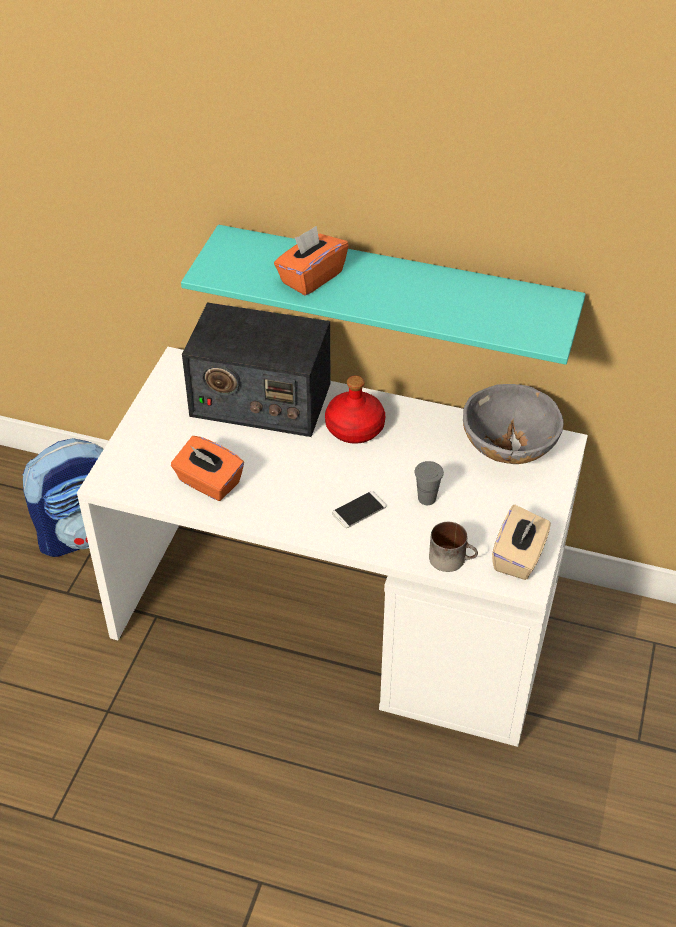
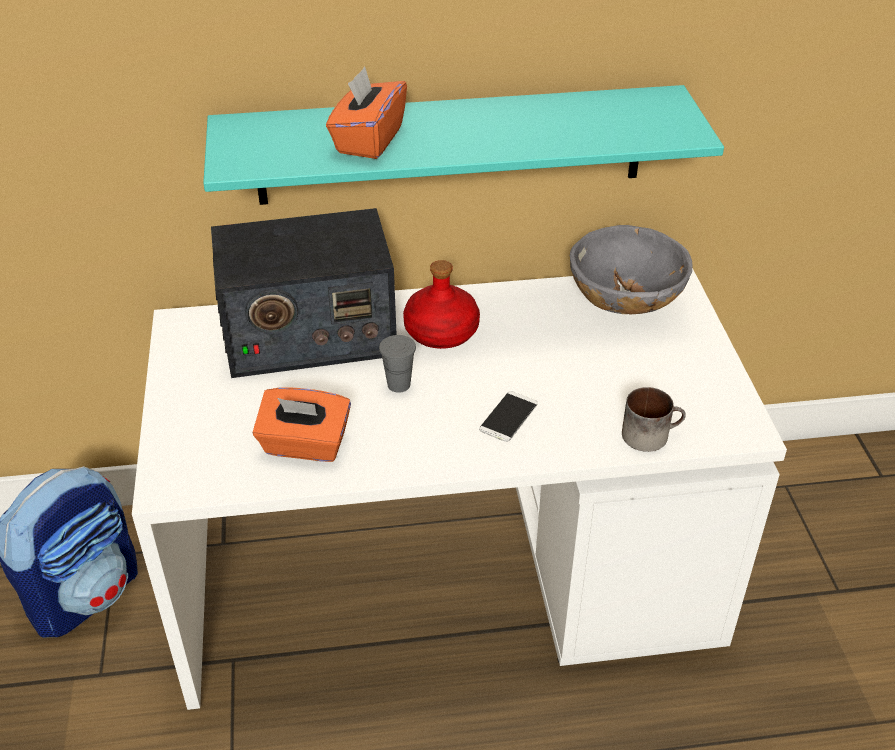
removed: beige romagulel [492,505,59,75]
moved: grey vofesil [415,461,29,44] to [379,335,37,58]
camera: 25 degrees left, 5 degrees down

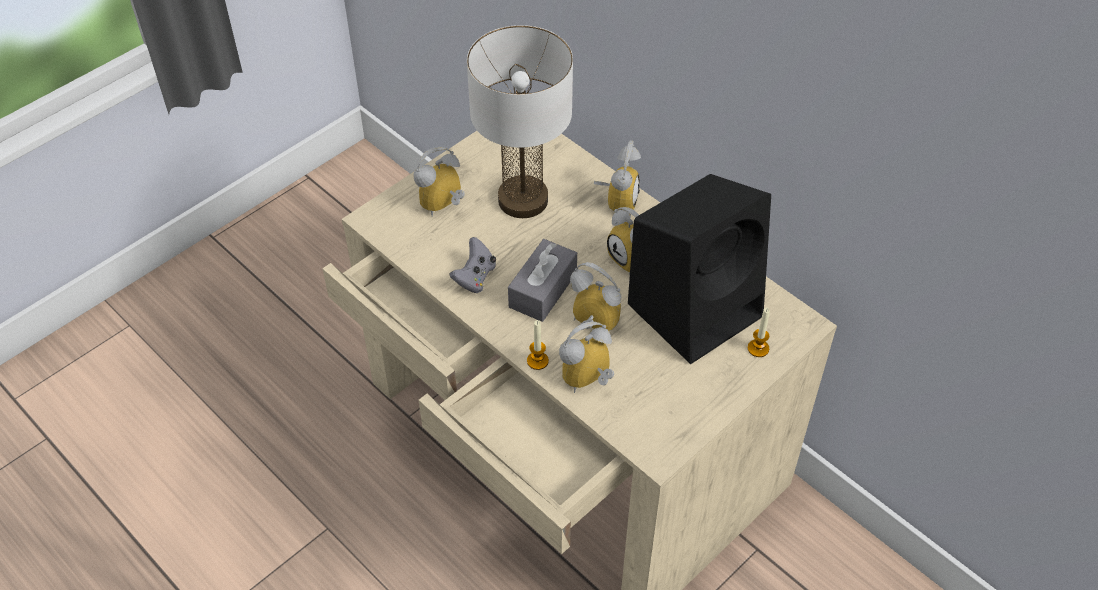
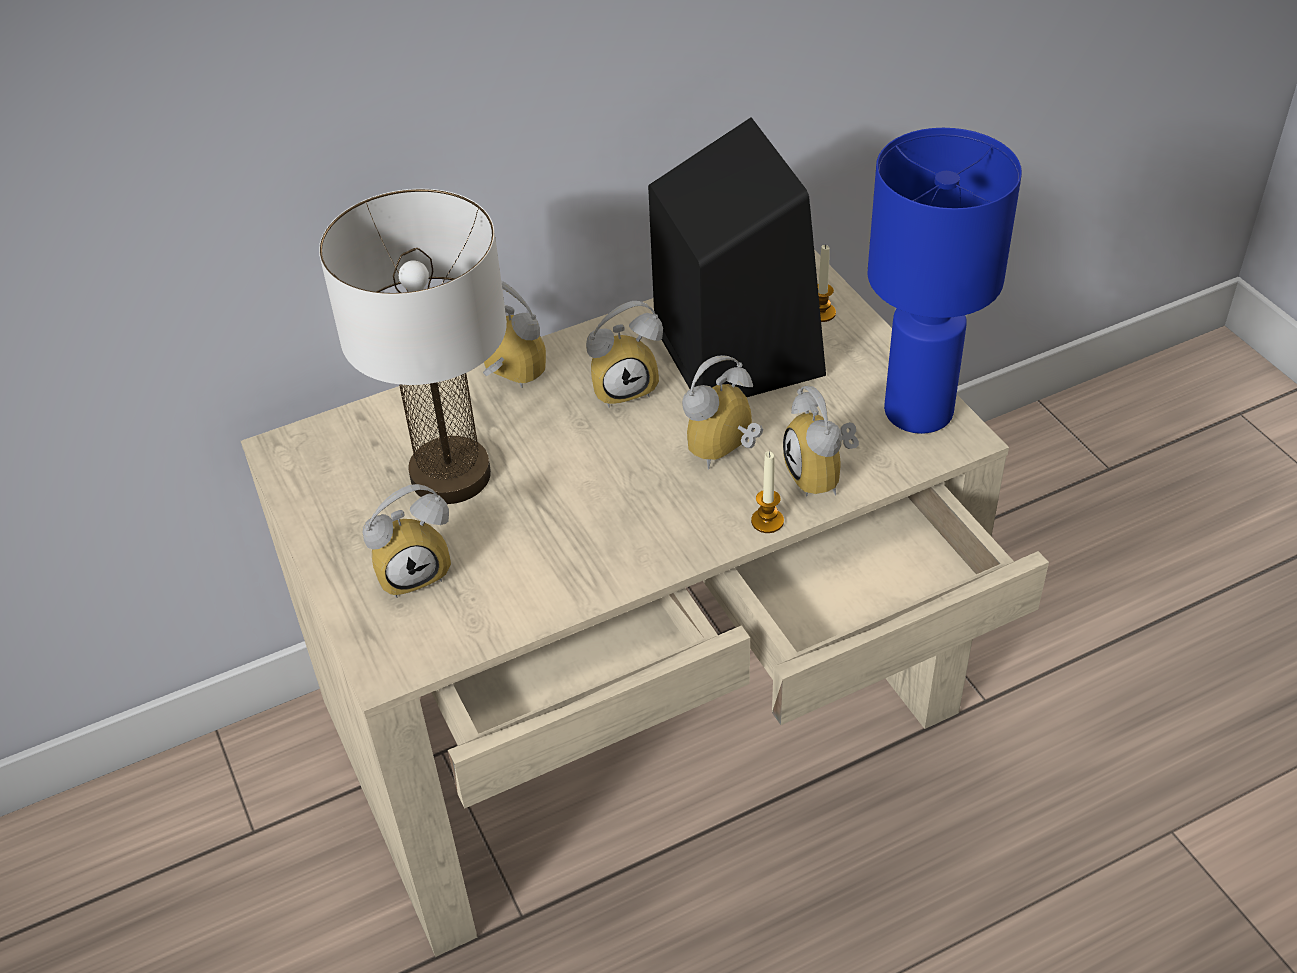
removed: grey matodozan [450,237,46,56]; grey romagulel [508,239,69,83]
added: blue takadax [867,128,155,306]
turned: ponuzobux [413,147,52,70] = [363,484,88,114] 90 degrees counterclockwise
camera: 70 degrees left, 5 degrees down

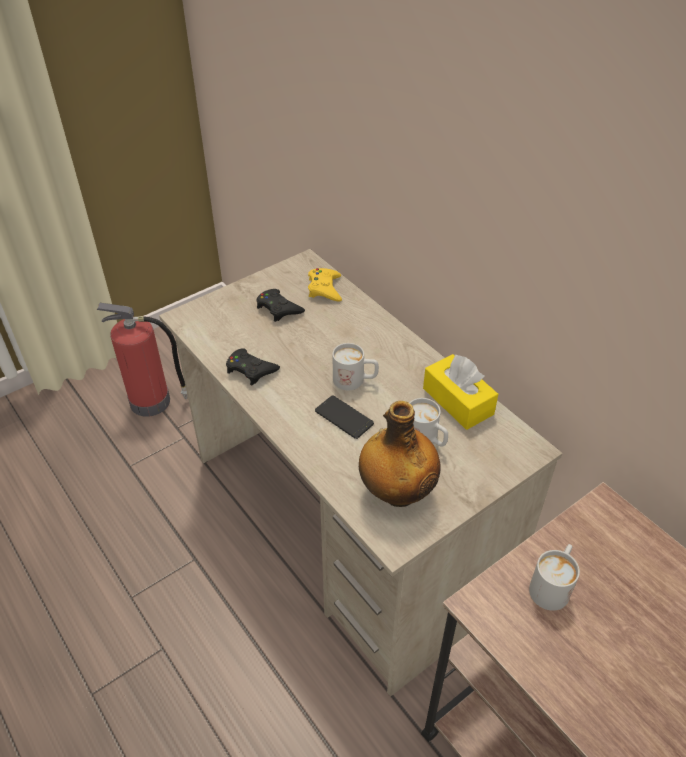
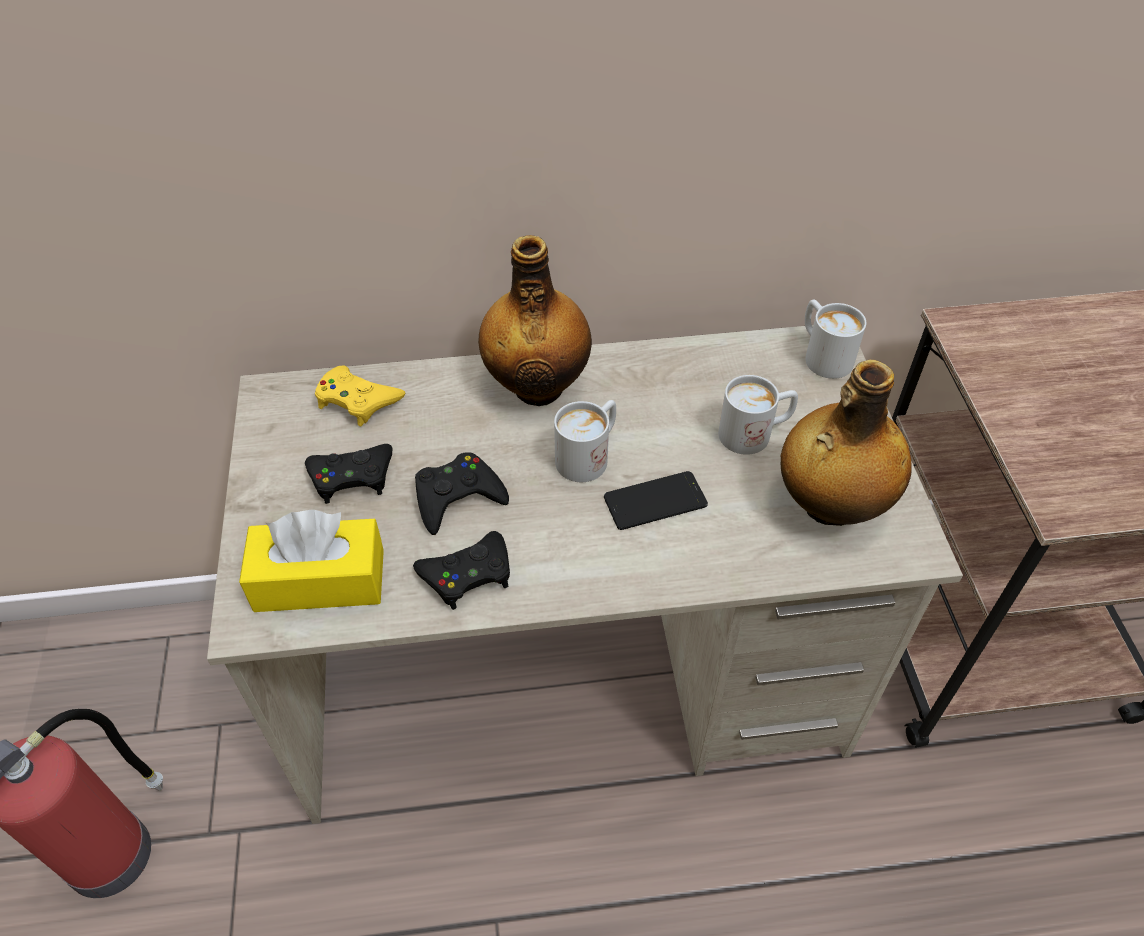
added: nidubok [478,235,114,171]; black matodozan [415,452,94,83]
moved: yellow romagulel [423,354,75,76] to [239,510,145,102]; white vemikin [529,544,51,67] to [805,300,61,79]
camera: 60 degrees left, 5 degrees up

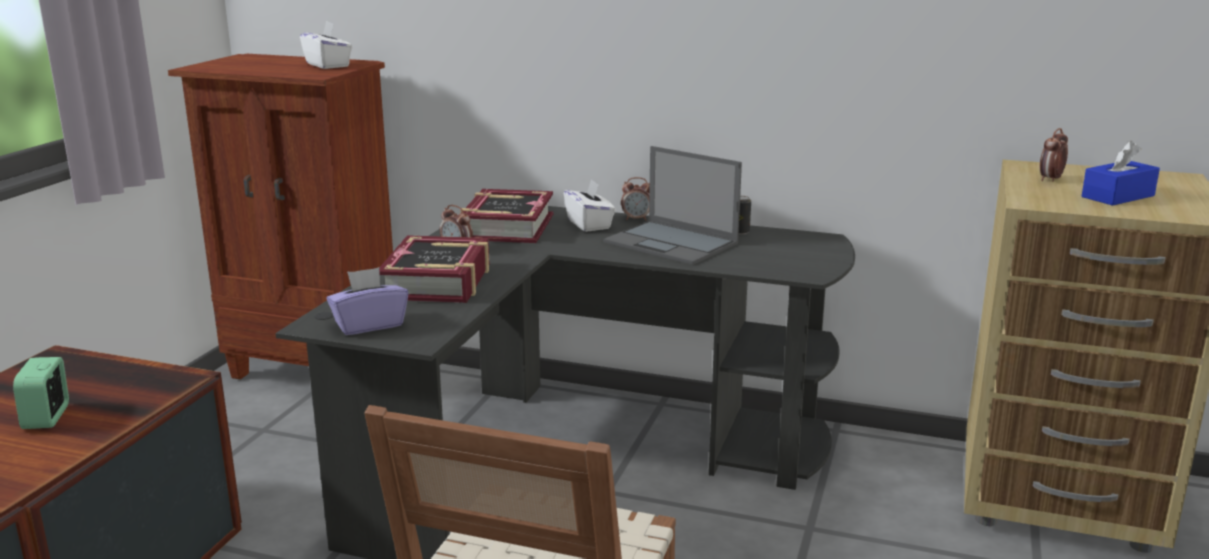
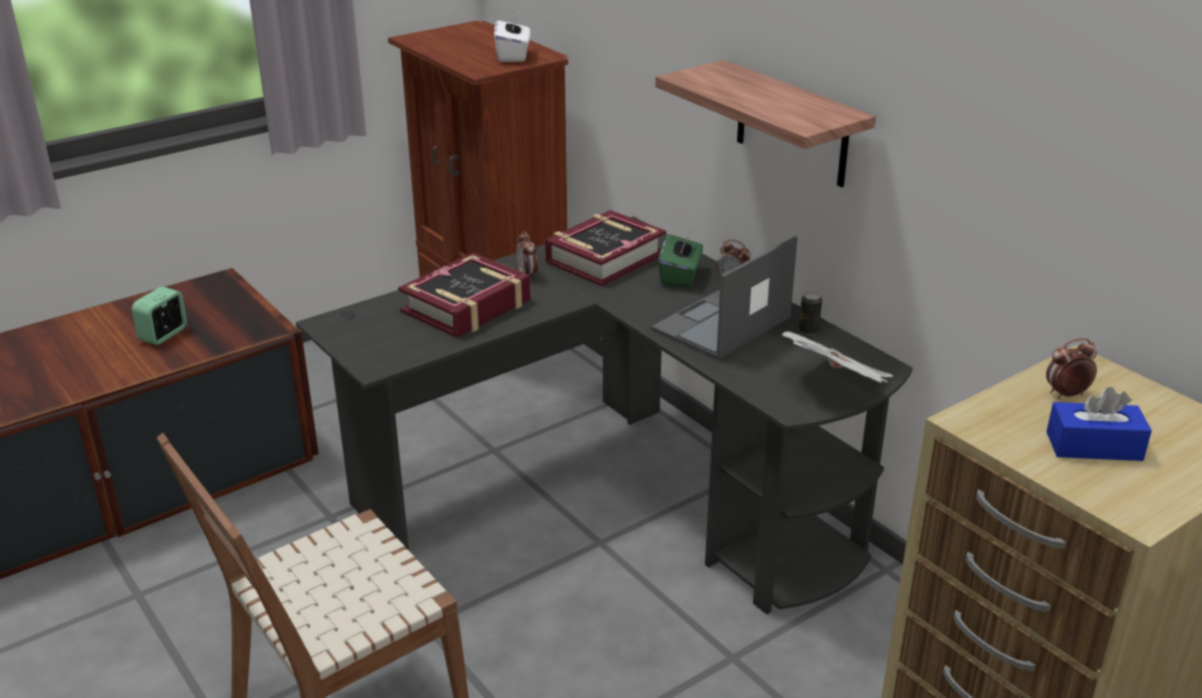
removed: purple romagulel [327,267,82,68]
added: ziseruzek [655,60,221,127]; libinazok [782,332,111,51]
recoloured: white romagulel [564,179,52,53] to green romagulel [658,231,45,56]
turned: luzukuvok [603,146,139,119] = [651,236,147,124] 60 degrees clockwise
camera: 35 degrees right, 10 degrees up

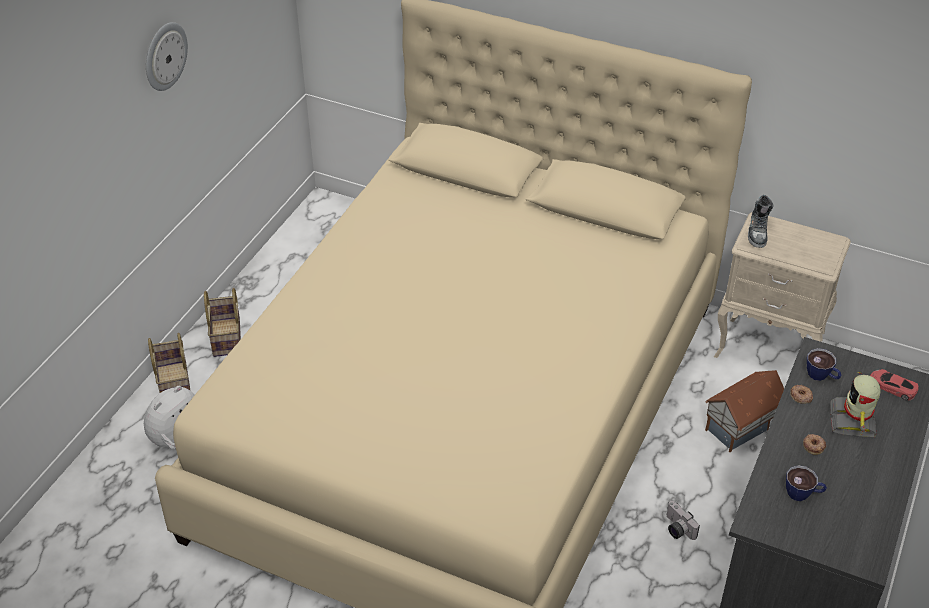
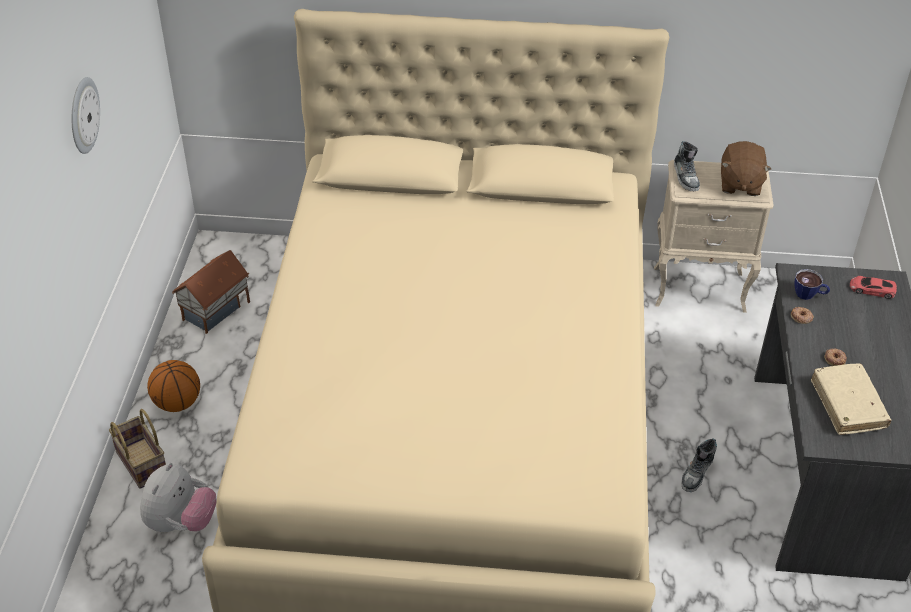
removed: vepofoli [830,372,51,66]
added: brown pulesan [721,141,50,55]
moved: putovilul [705,370,79,82] to [172,250,78,84]
replaced: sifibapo [204,288,37,69] to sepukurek [147,360,53,52]; vofesil [786,465,41,36] to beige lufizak [811,363,80,72]; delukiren [667,501,33,39] to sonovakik [681,438,36,54]
camera: 20 degrees left, 0 degrees up

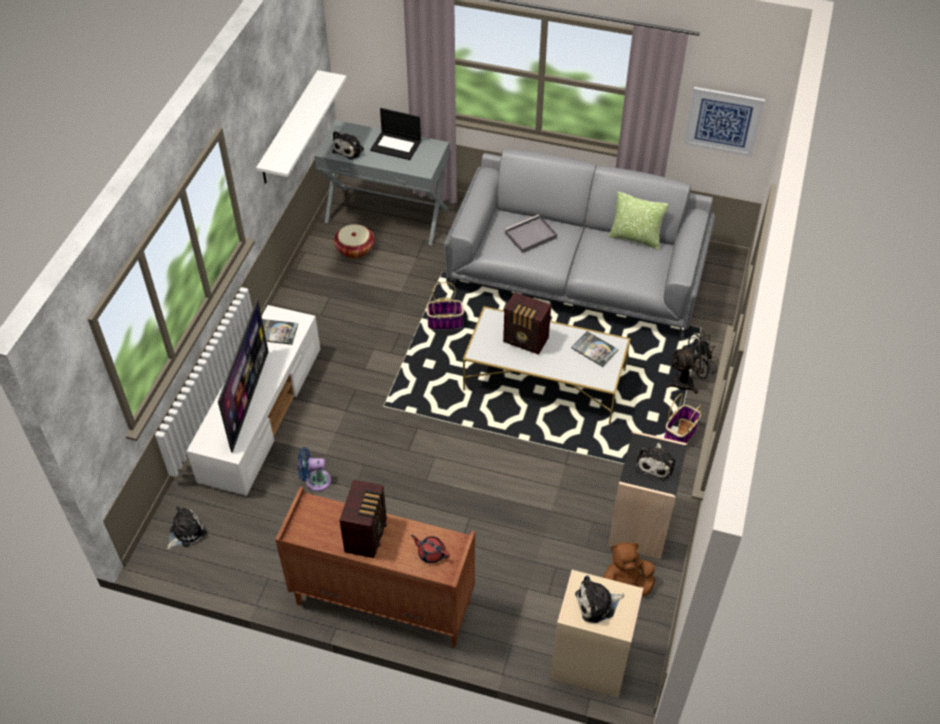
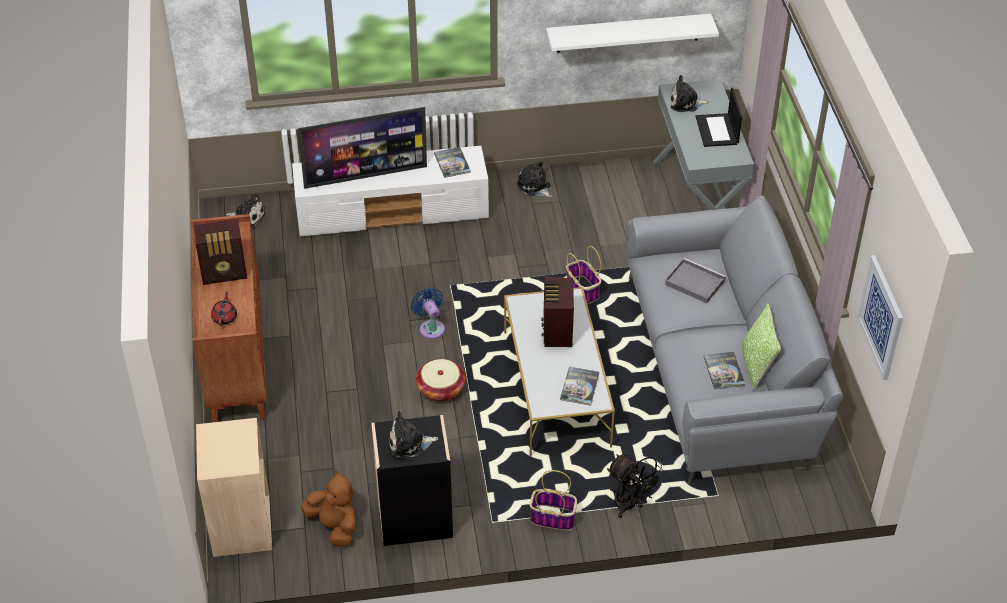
added: lufizak [703,352,42,37]
moved: sifibapo [334,224,41,34] to [416,359,50,43]; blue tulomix [298,447,33,44] to [411,287,34,52]; pulesan [575,575,49,48] to [517,160,35,38]
camera: 65 degrees right, 5 degrees down

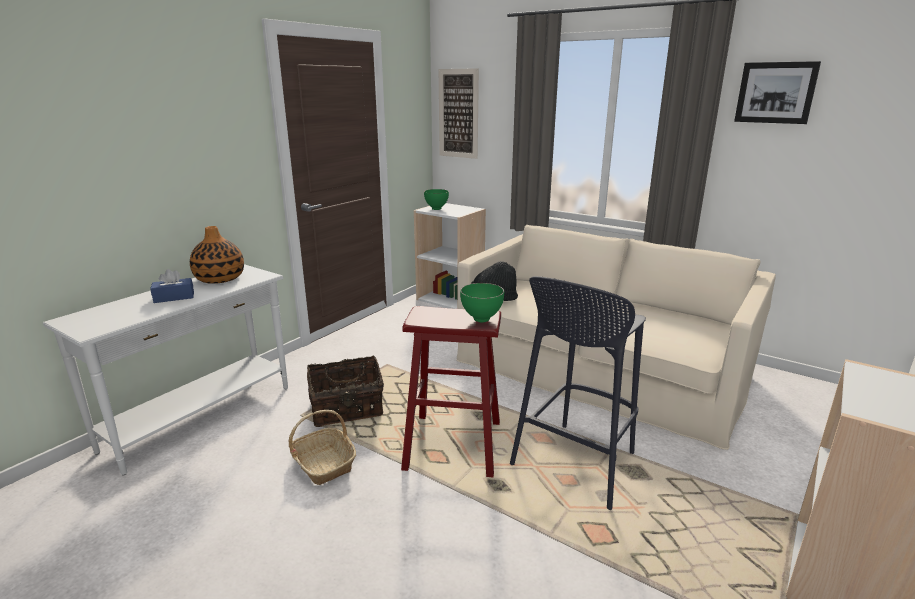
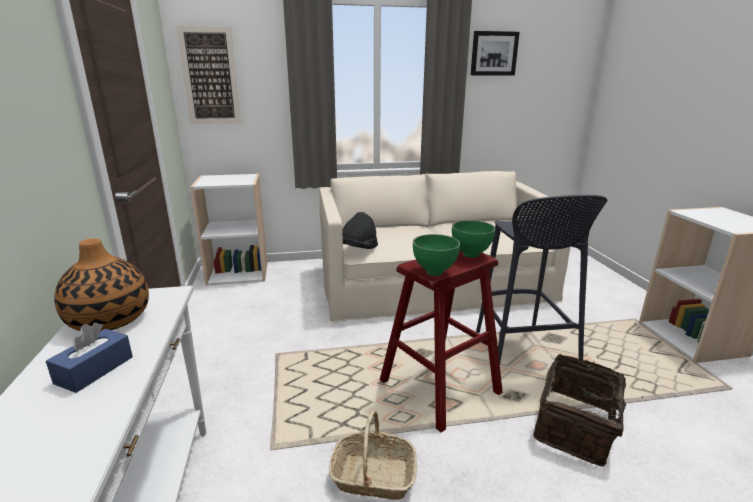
moved: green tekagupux [424,189,25,21] to [413,234,47,42]; sifibapo [307,356,77,71] to [533,354,111,113]
camera: 45 degrees left, 0 degrees up

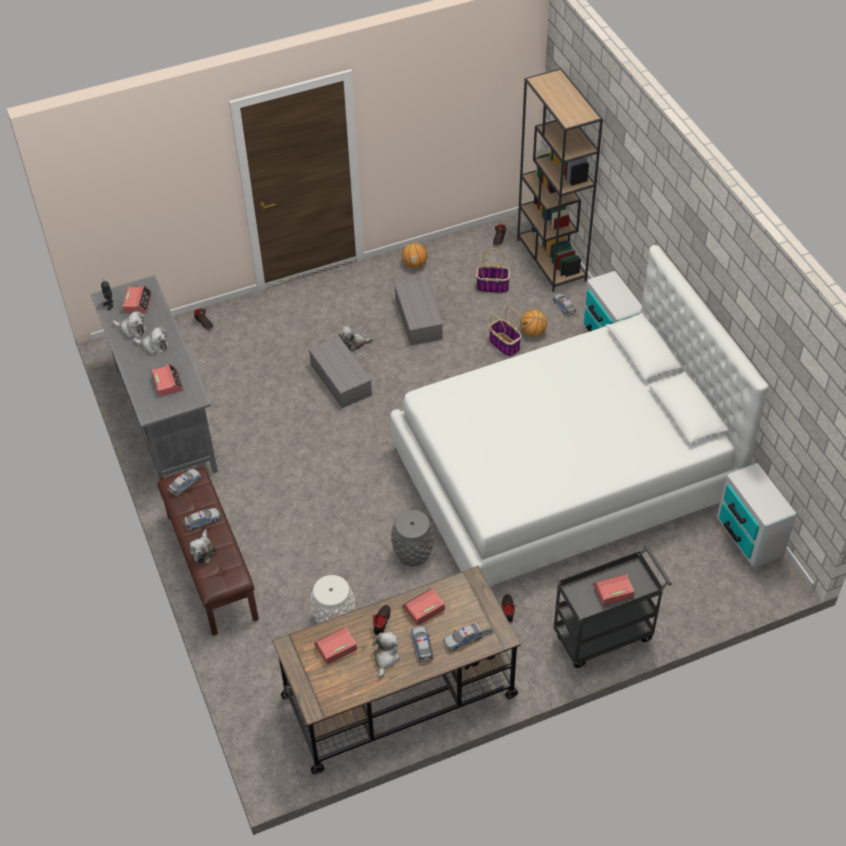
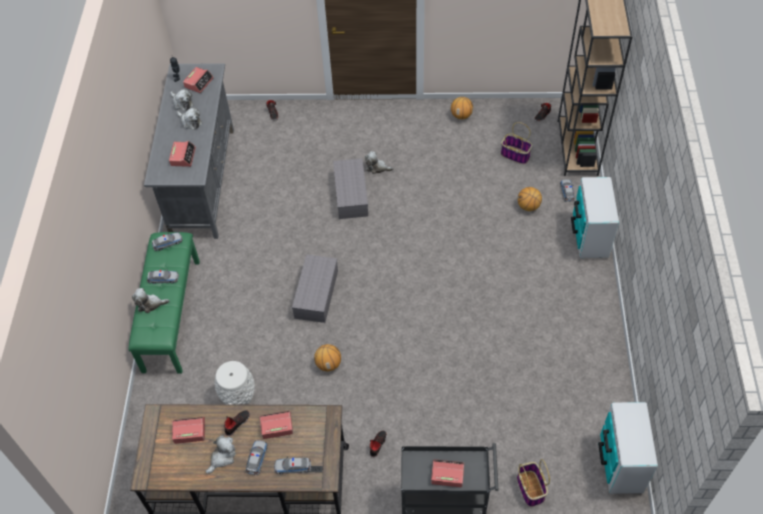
removed: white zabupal [390,245,379,341]
moved: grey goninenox [394,278,49,68] to [292,254,46,69]; sifibapo [489,307,33,50] to [517,459,33,48]
replaced: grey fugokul [391,510,43,56] to sepukurek [314,344,27,27]
recoloured: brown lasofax [157,467,102,169] to green lasofax [128,232,72,142]
turned: pulesan [190,529,26,34] = [132,288,37,25] 60 degrees clockwise
camera: 25 degrees right, 5 degrees up

